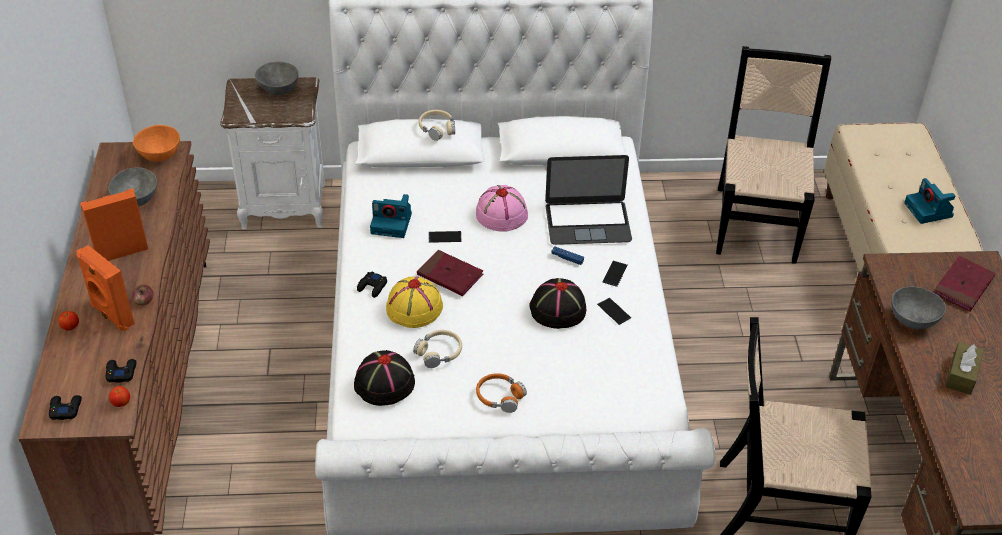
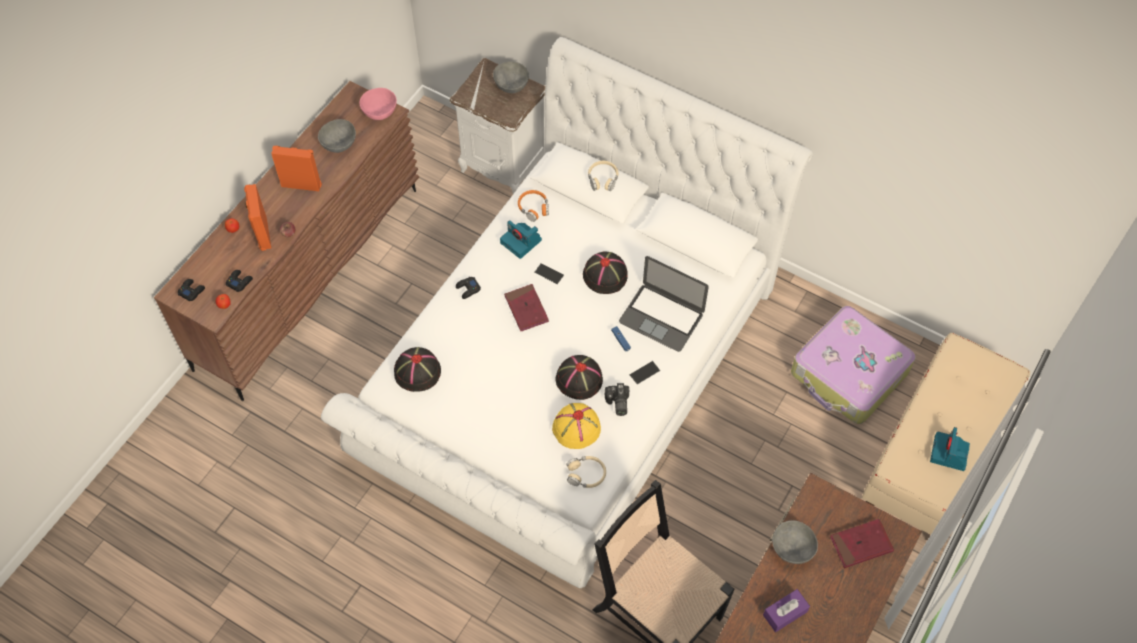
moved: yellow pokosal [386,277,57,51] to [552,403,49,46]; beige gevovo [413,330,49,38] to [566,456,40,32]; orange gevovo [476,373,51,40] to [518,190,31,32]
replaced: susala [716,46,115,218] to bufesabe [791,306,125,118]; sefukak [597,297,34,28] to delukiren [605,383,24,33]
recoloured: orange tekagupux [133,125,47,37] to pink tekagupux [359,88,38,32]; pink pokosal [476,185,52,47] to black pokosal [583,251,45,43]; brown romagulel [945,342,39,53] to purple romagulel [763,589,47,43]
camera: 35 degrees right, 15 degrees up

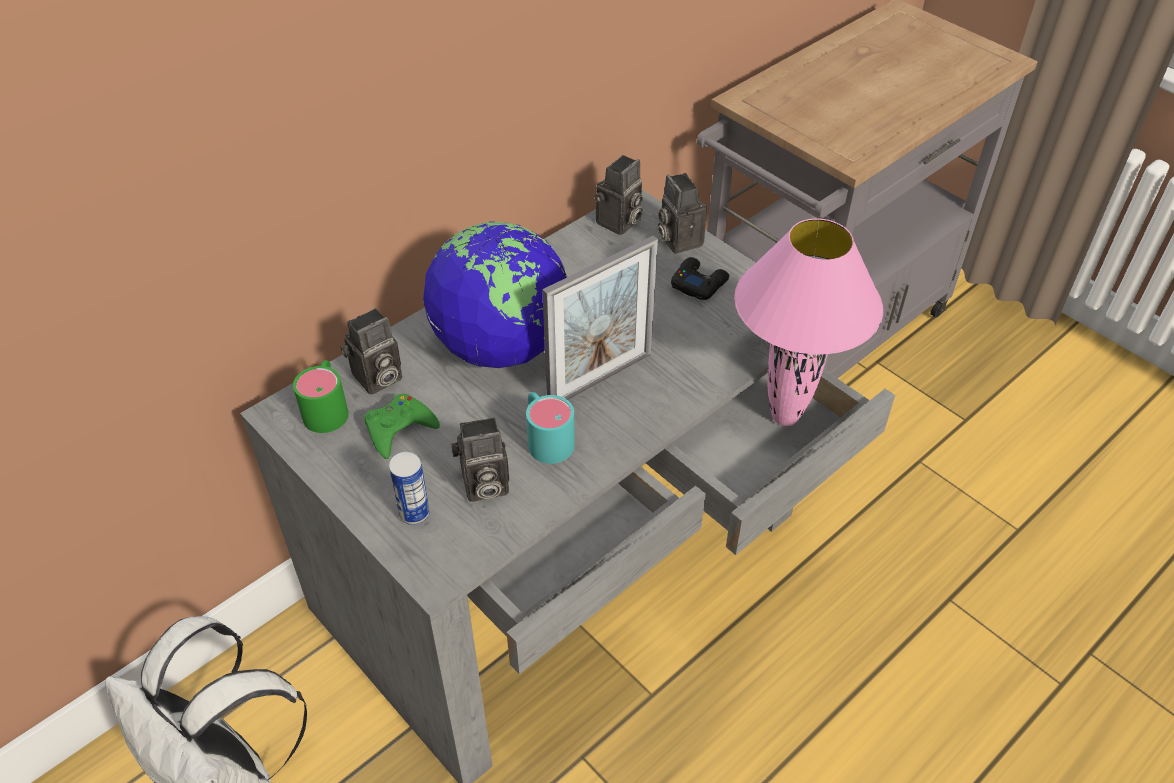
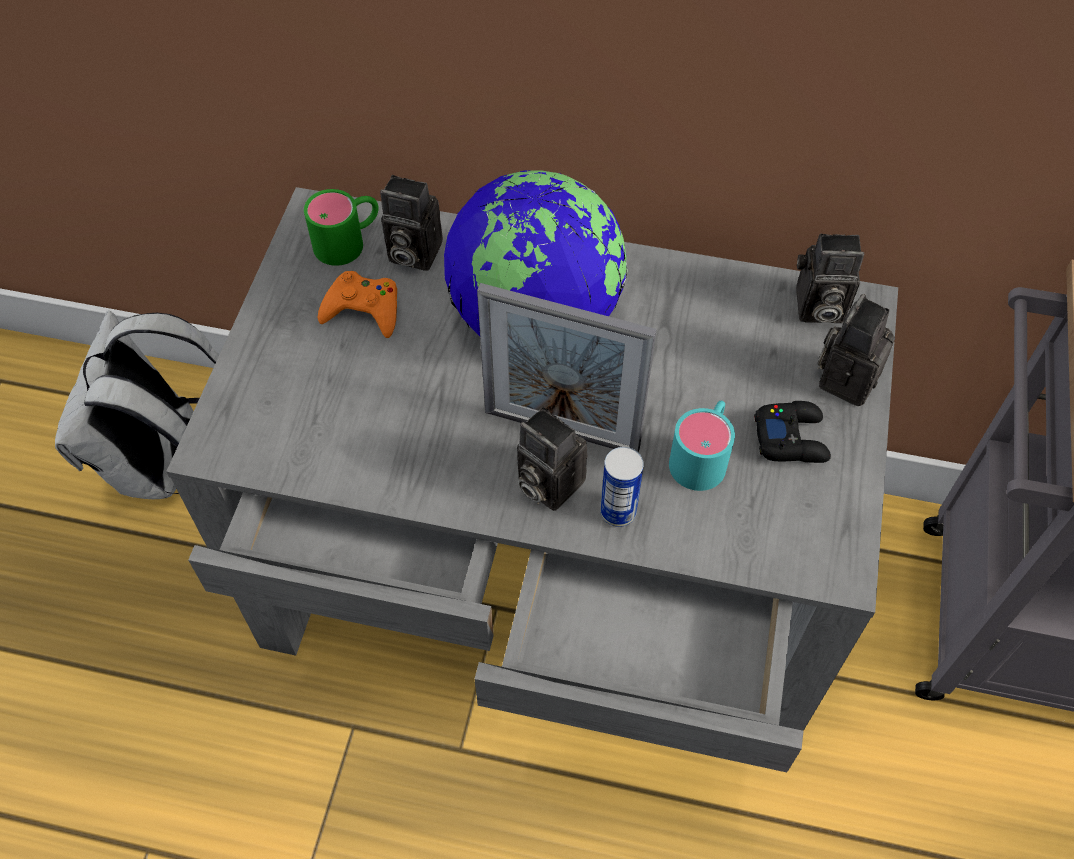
removed: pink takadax [734,218,149,208]
moved: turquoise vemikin [526,392,49,72] to [669,401,66,90]; delukiren [451,417,58,84] to [517,407,70,104]; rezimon [389,452,41,73] to [600,447,44,80]
recoloured: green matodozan [364,394,76,65] to orange matodozan [317,271,80,67]
camera: 55 degrees right, 10 degrees up

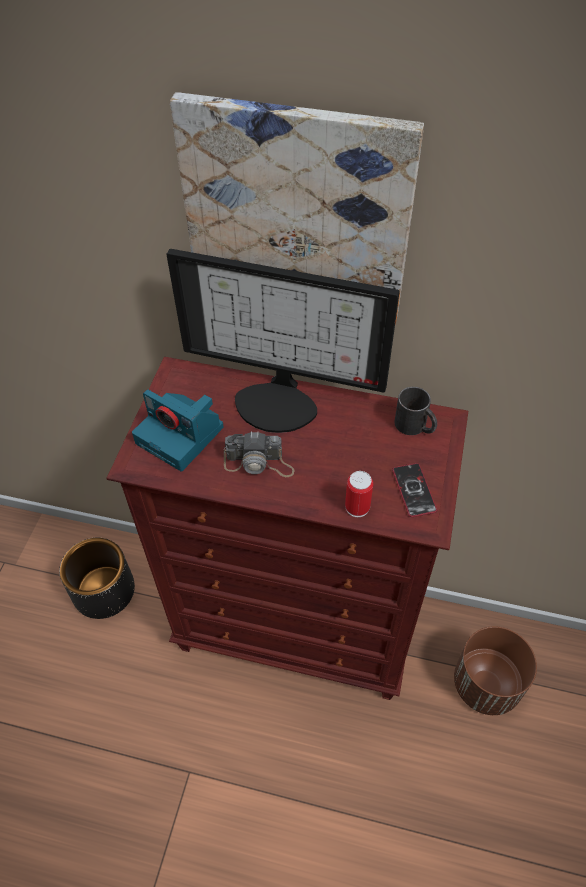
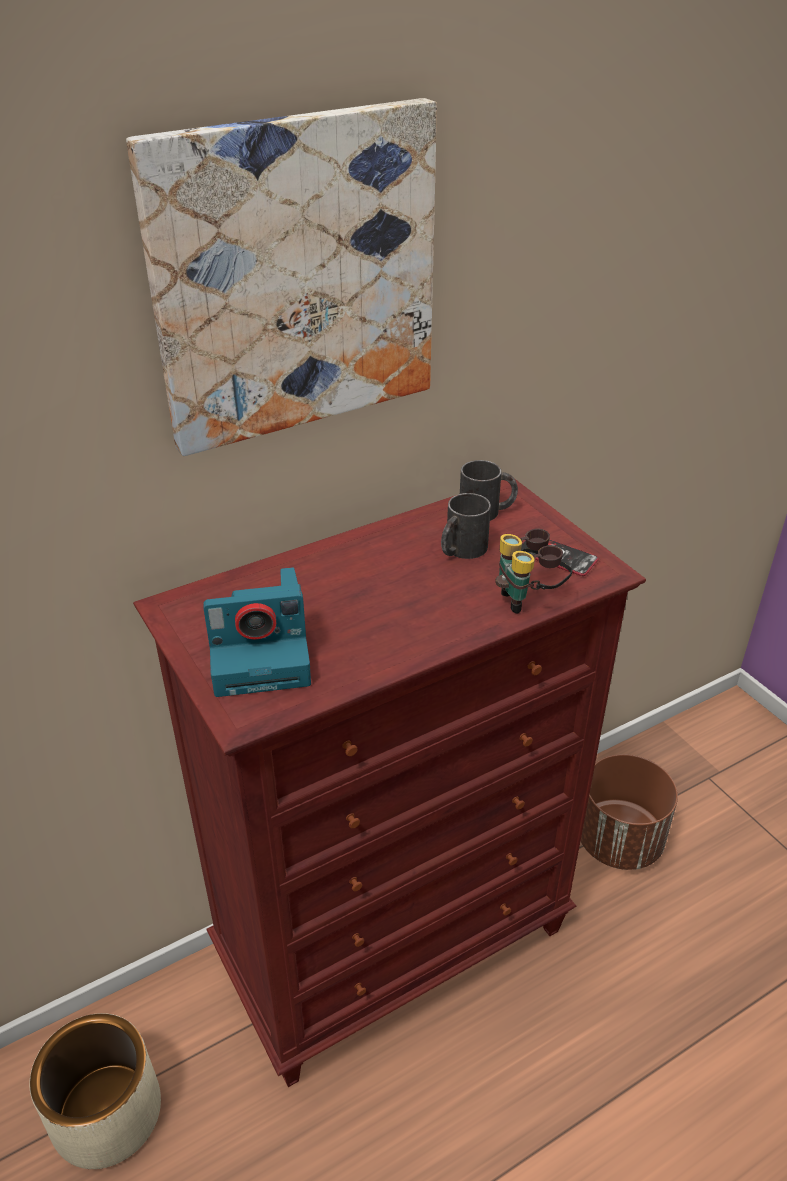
removed: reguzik [166,249,234,184]; delukiren [224,431,71,46]
added: black vemikin [441,493,50,66]
replaced: rezimon [345,471,28,46] to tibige [495,529,78,85]
recoloured: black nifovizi [59,538,76,81] to beige nifovizi [29,1013,132,156]
camera: 45 degrees left, 15 degrees down

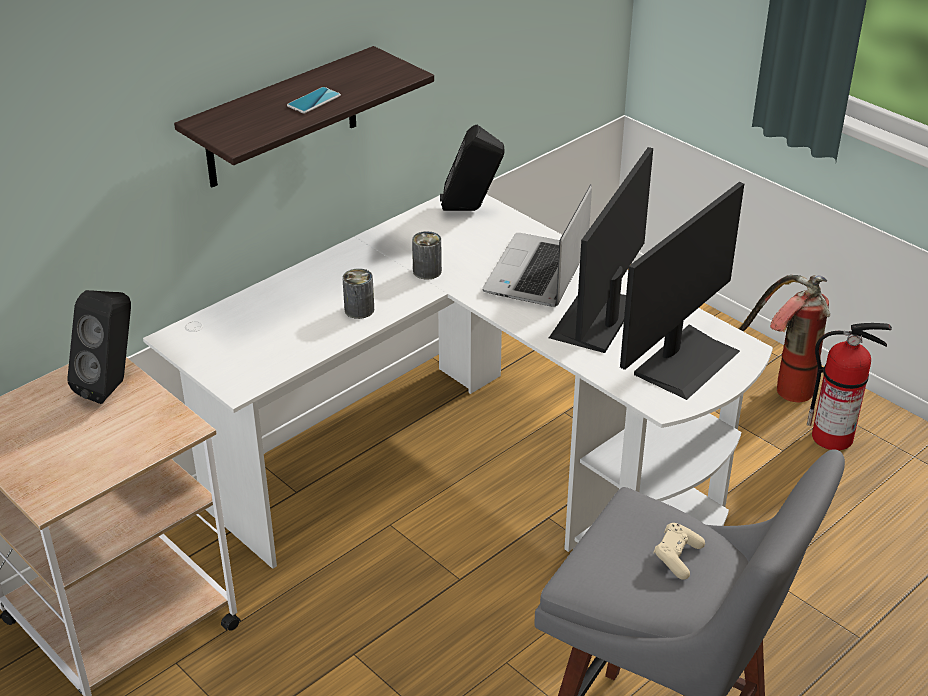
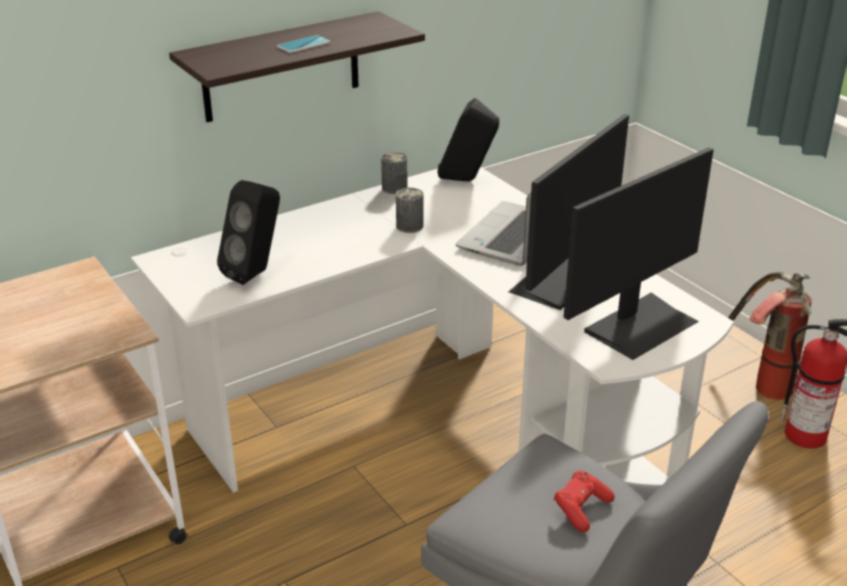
moved: rezimon [342,268,32,51] to [381,152,27,42]; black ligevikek [67,290,64,114] to [217,180,63,105]
recoloured: beige matodozan [653,523,52,57] to red matodozan [554,471,60,61]
camera: 10 degrees right, 5 degrees down

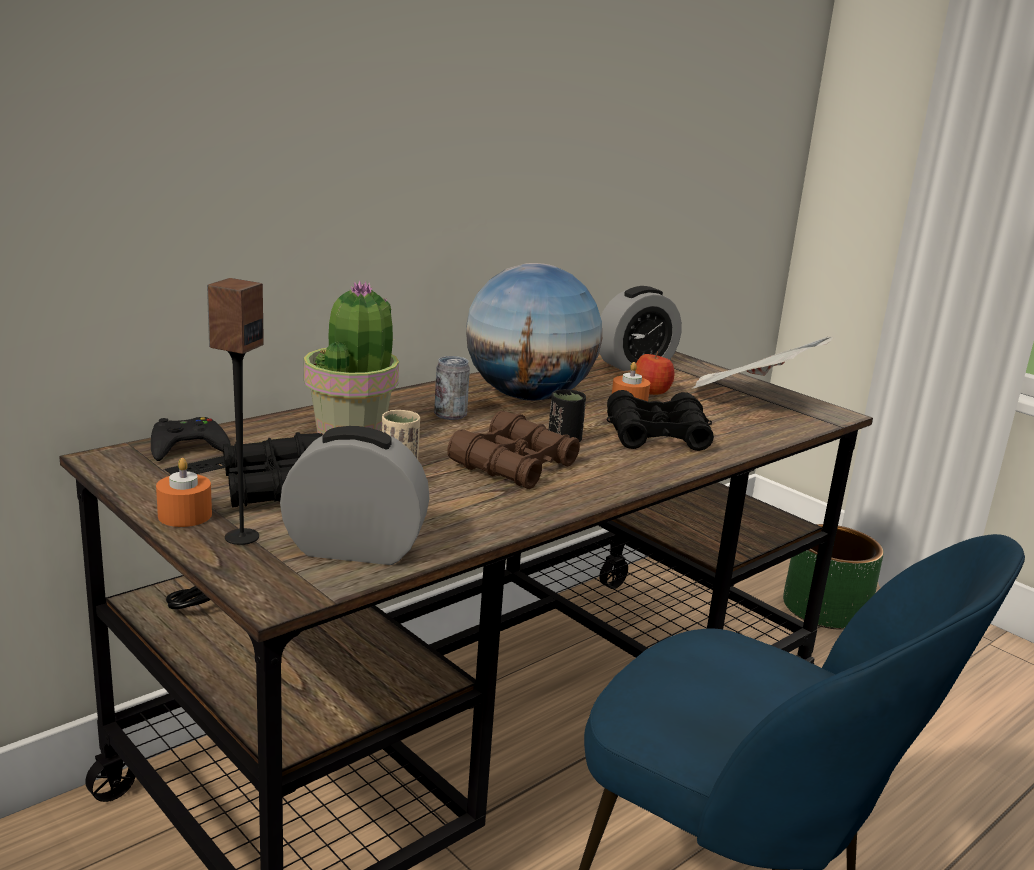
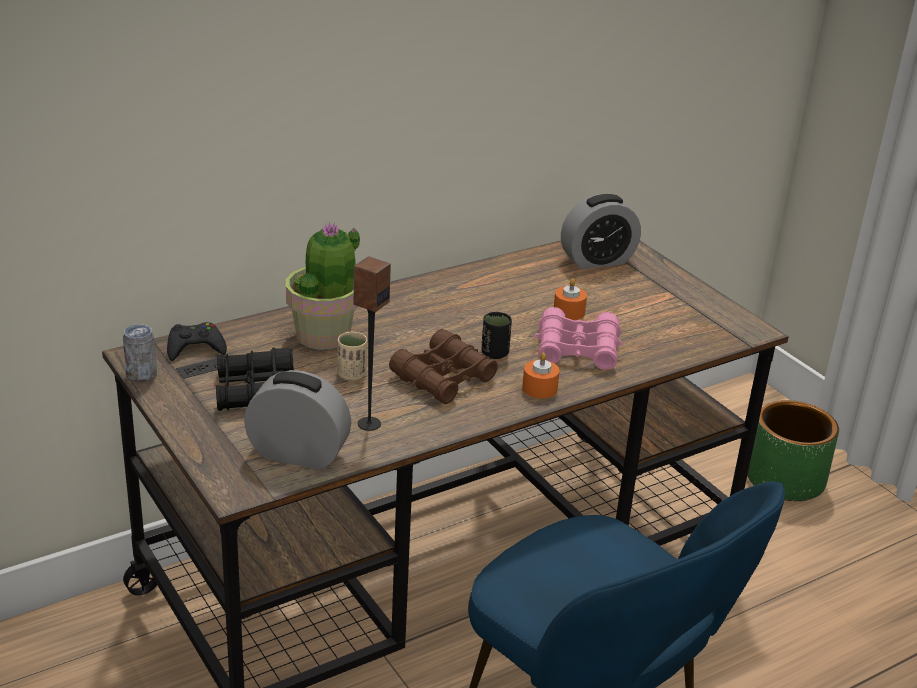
removed: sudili [466,263,136,138]; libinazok [693,336,141,53]; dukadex [635,351,40,44]
moved: ligevikek [207,278,57,267] to [353,257,38,174]; rezimon [434,356,36,64] to [123,324,34,59]; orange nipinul [156,458,56,69] to [522,352,38,47]
recoloured: black tibige [607,390,107,61] to pink tibige [534,307,90,63]
camera: 10 degrees right, 10 degrees up

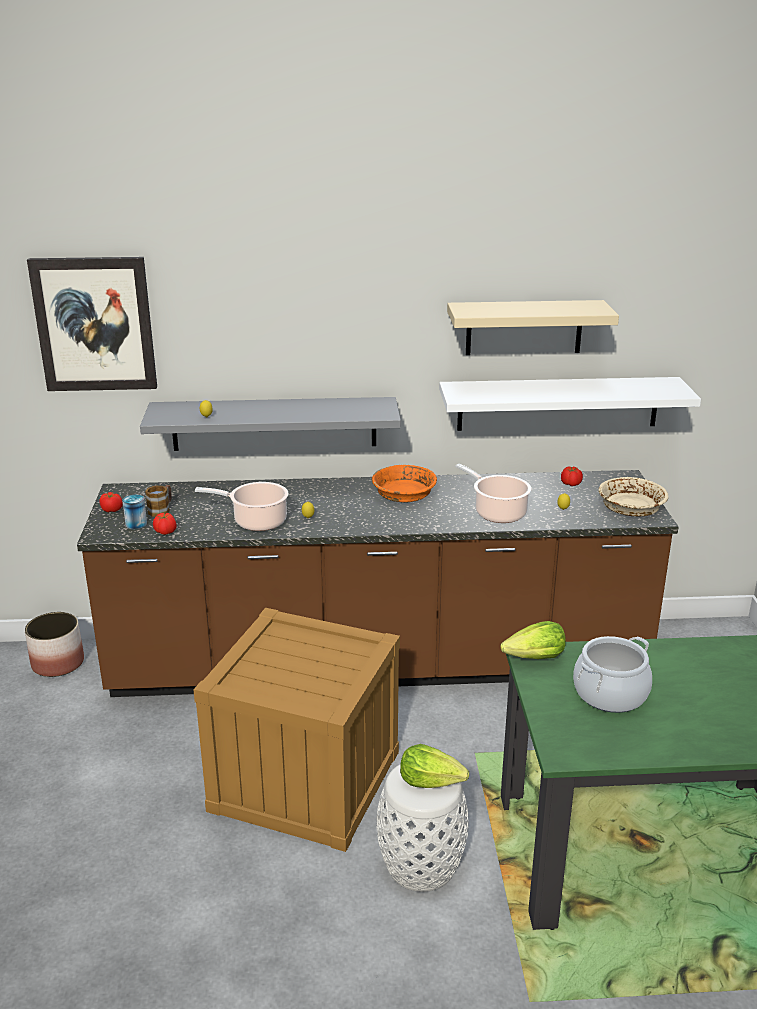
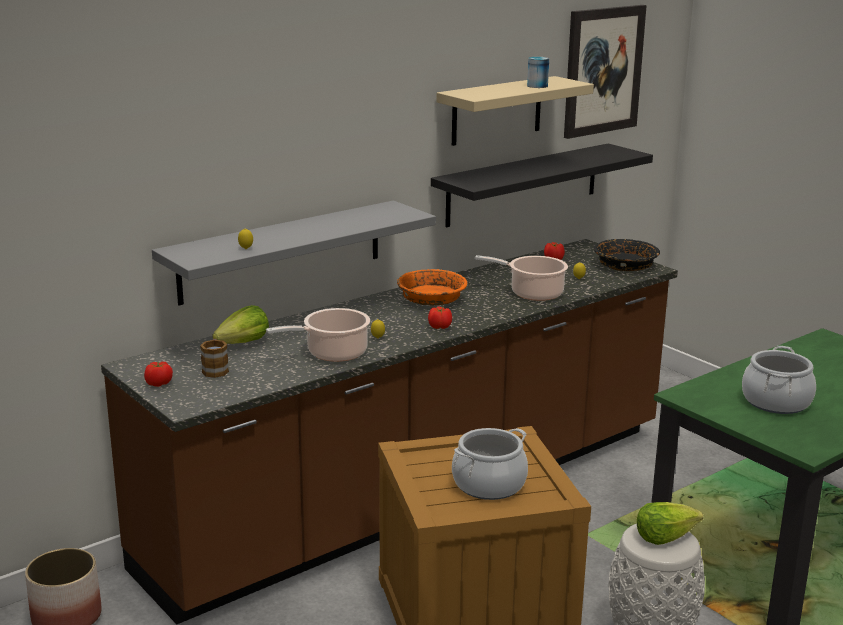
added: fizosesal [452,428,76,72]
moved: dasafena [27,257,130,134] to [564,5,83,134]; rezimon [122,495,25,34] to [527,57,22,31]; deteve [153,513,23,22] to [428,307,24,22]; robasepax [501,621,65,38] to [212,305,57,39]
recoloured: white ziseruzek [439,377,262,54] to black ziseruzek [431,143,222,84]; beige tekagupux [599,477,69,39] to black tekagupux [594,239,66,32]
camera: 35 degrees left, 5 degrees down

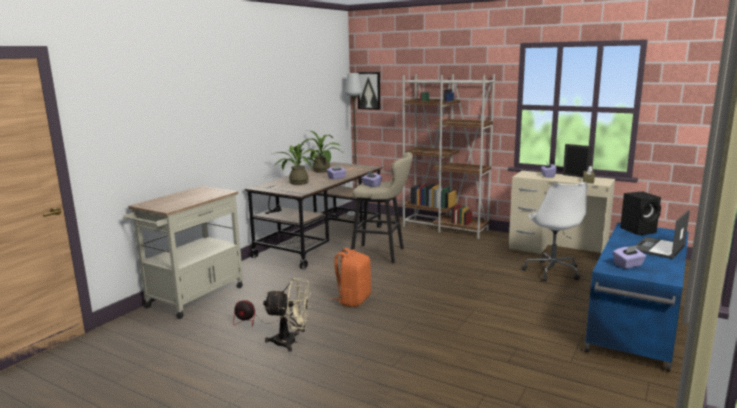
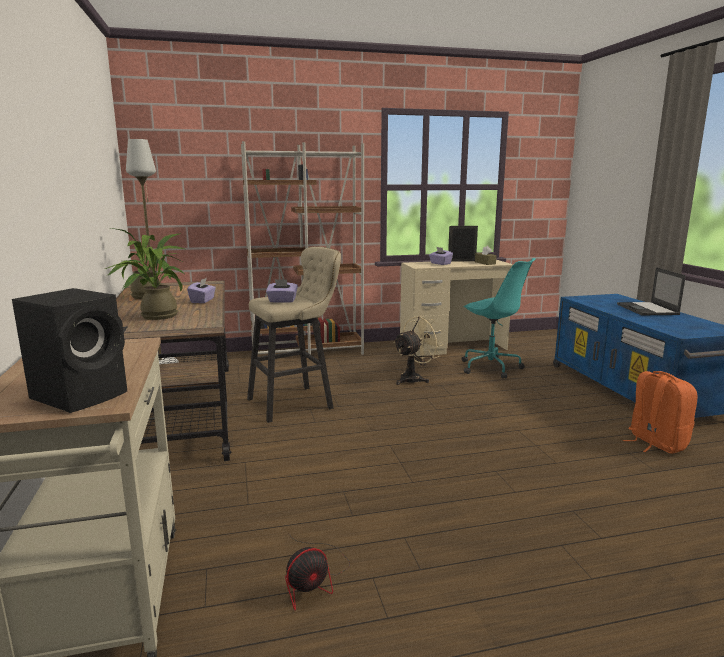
removed: dasafena [357,72,23,38]; purple romagulel [613,245,33,24]
moved: black ligevikek [620,191,41,44] to [12,288,115,125]; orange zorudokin [331,248,40,59] to [623,371,75,83]; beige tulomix [263,278,48,74] to [393,315,51,70]
recoloured: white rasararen [521,182,66,100] to turquoise rasararen [461,258,75,121]
camera: 45 degrees left, 0 degrees up

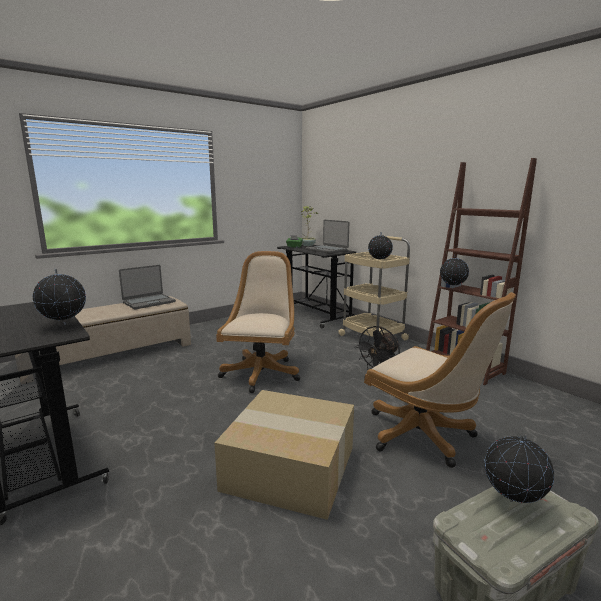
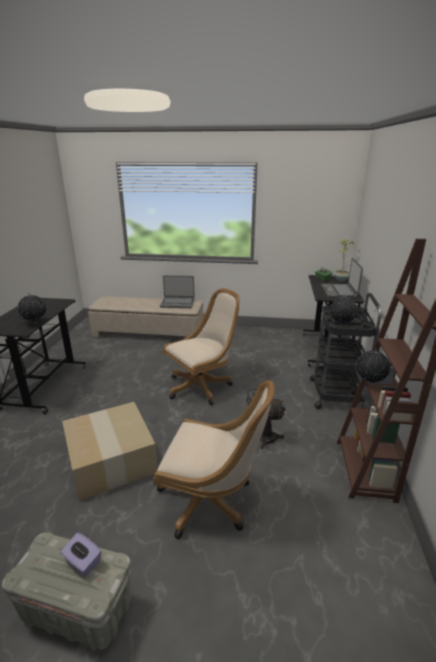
replaced: sudili [484,434,70,69] to purple romagulel [60,533,41,44]
recoloured: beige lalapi [338,236,72,104] to black lalapi [310,293,72,116]
turned: rasararen [364,292,152,176] = [153,381,122,158] 75 degrees counterclockwise
camera: 45 degrees right, 10 degrees up

